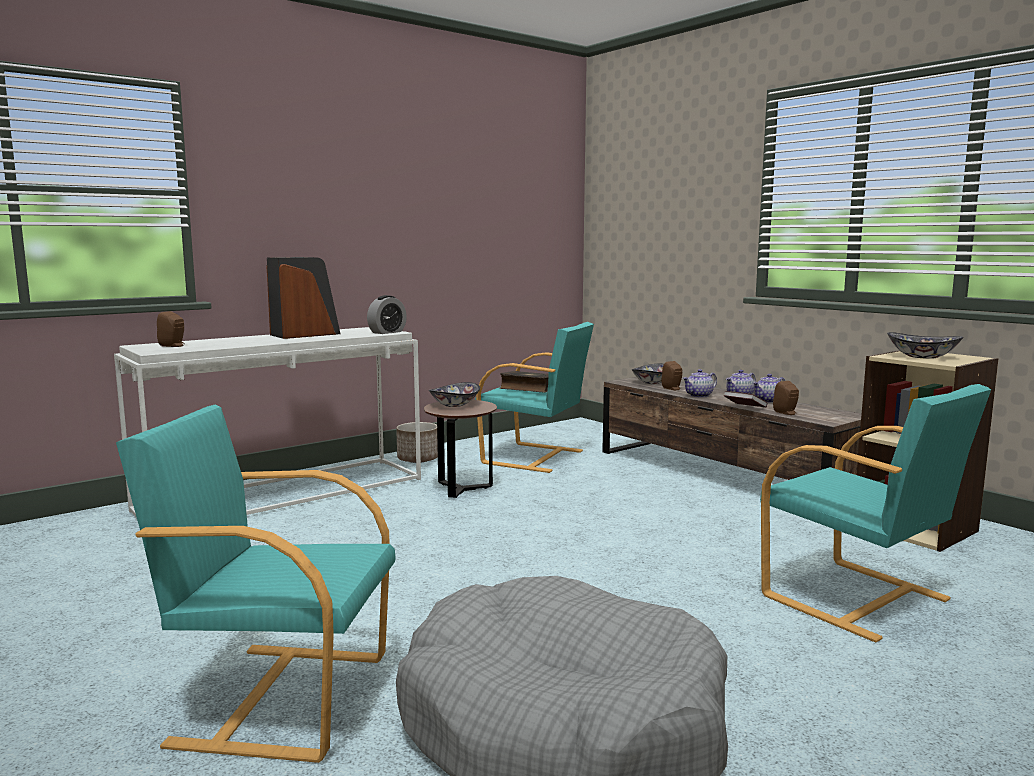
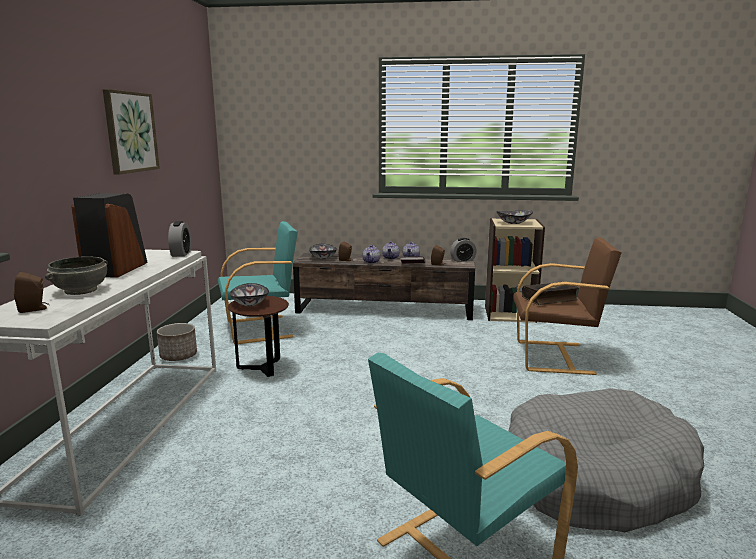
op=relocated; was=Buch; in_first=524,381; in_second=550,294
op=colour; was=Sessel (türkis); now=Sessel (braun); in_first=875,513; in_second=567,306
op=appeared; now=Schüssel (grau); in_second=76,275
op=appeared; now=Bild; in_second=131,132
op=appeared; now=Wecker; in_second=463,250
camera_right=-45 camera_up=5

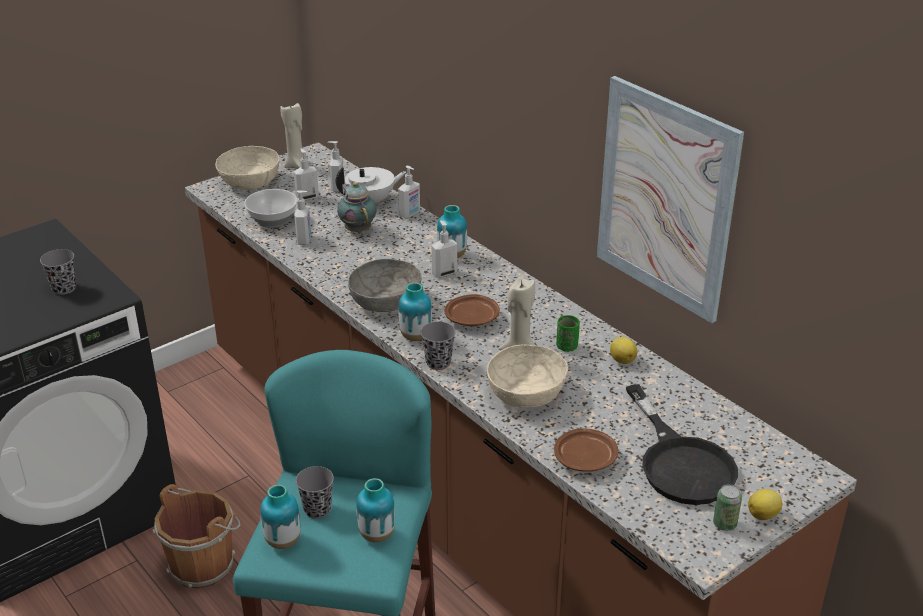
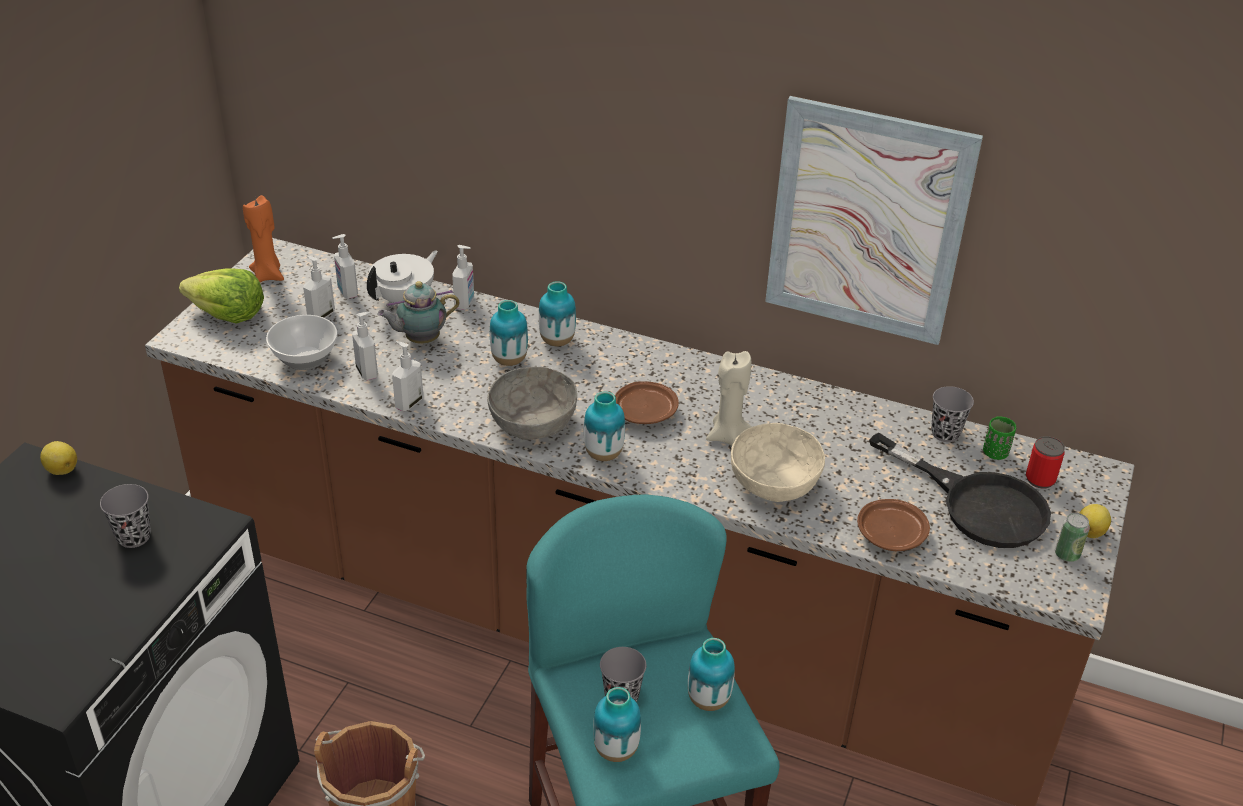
op=exchanged; was=Schüssel (beige); now=Salatkopf; in_first=247,168; in_second=221,296
op=colour; was=Kerze (beige); now=Kerze (orange); in_first=294,136; in_second=263,238
op=spun; was=Teekanne; in_first=357,207; in_second=419,312; clockwise=-60
op=relocated; was=Tasse (grau); in_first=438,346; in_second=952,414
op=relocated; was=Seifenspender; in_first=444,249; in_second=407,376
op=relocated; was=Tasse (grün); in_first=568,333; in_second=999,438
op=relocated; was=Zitrone; in_first=623,350; in_second=58,458
op=appeared; now=Vase; in_second=509,333
op=appeared; now=Dose; in_second=1045,462
camera_right=-30 camera_up=5

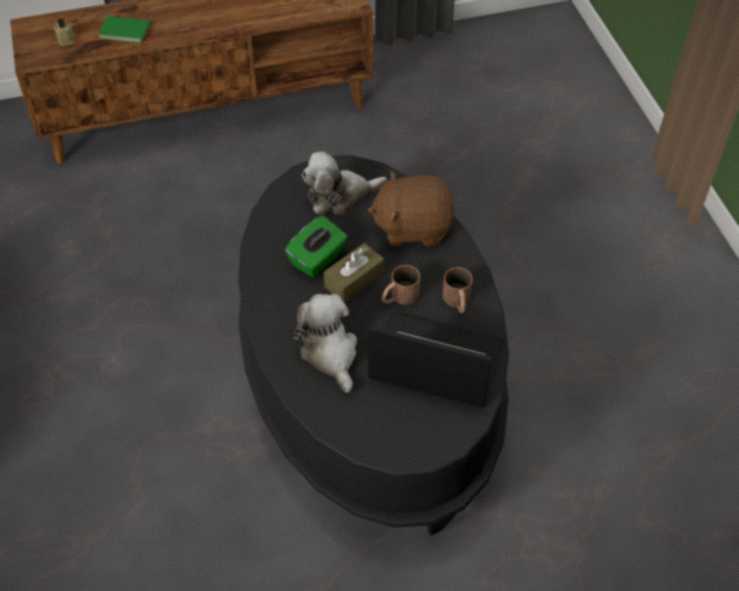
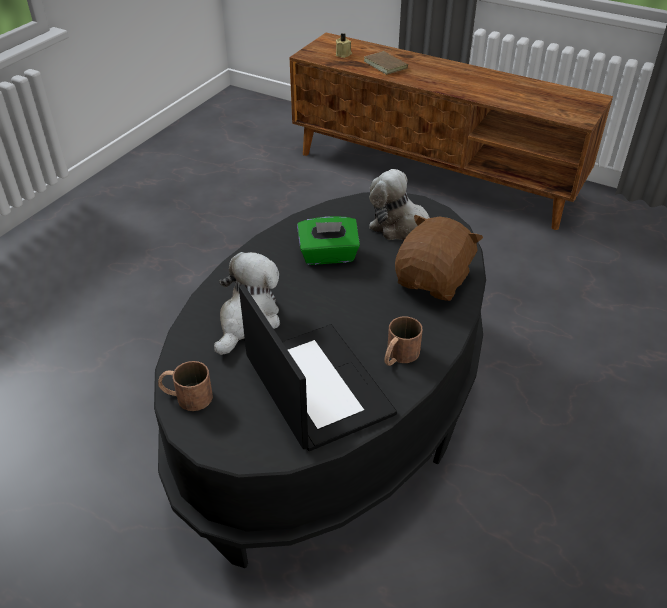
op=colour; was=Buch (grün); now=Buch (braun); in_first=124,27; in_second=386,62
op=missing; was=Taschentuchbox (braun); in_first=354,273
op=spun; was=Plüschtier (braun); in_first=411,208; in_second=439,257; clockwise=75
op=relocated; was=Henkelbecher (braun); in_first=401,285; in_second=185,386
camera_right=45 camera_up=-10

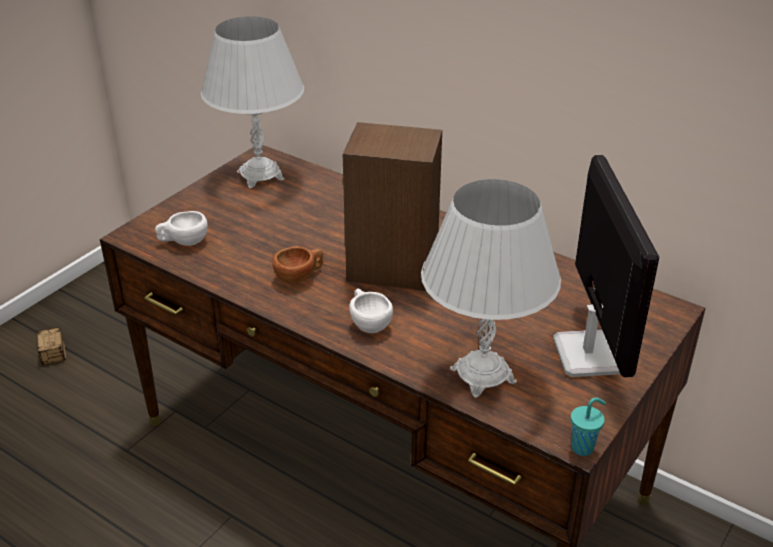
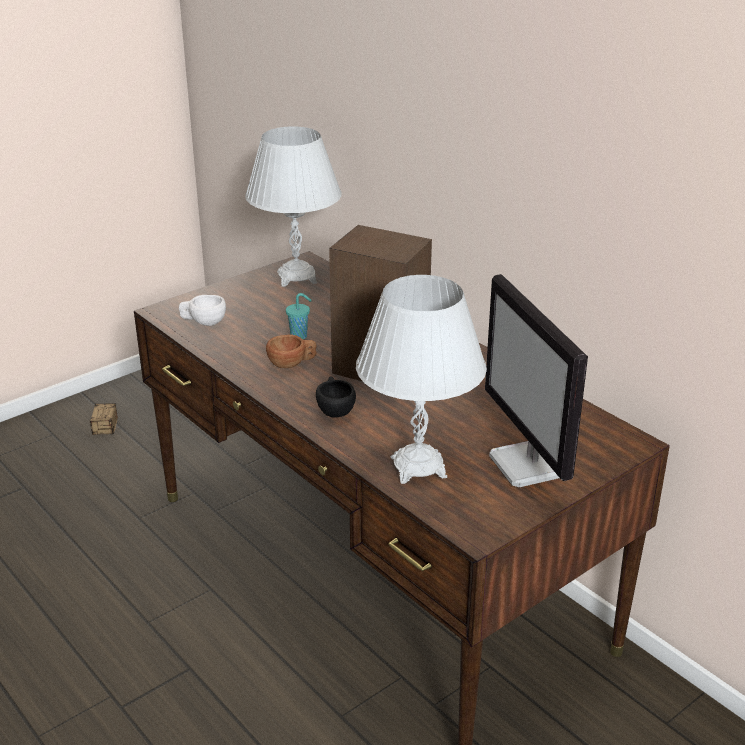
op=colour; was=Tasse (weiß); now=Tasse (schwarz); in_first=371,310; in_second=336,397
op=spun; was=Monitor; in_first=606,266; in_second=536,380; clockwise=150
op=relocated; was=Tasse (türkis); in_first=588,426; in_second=299,316
camera_right=15 camera_up=-5

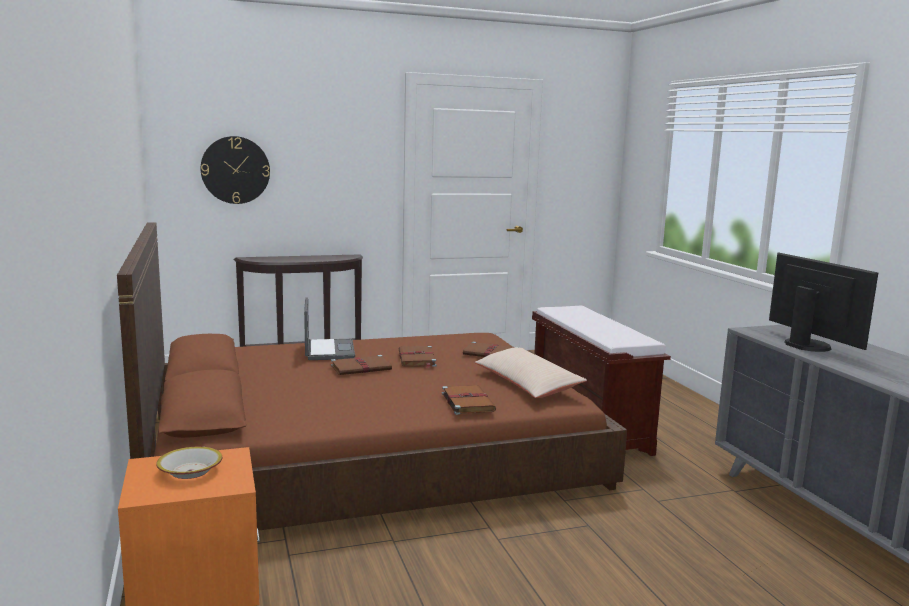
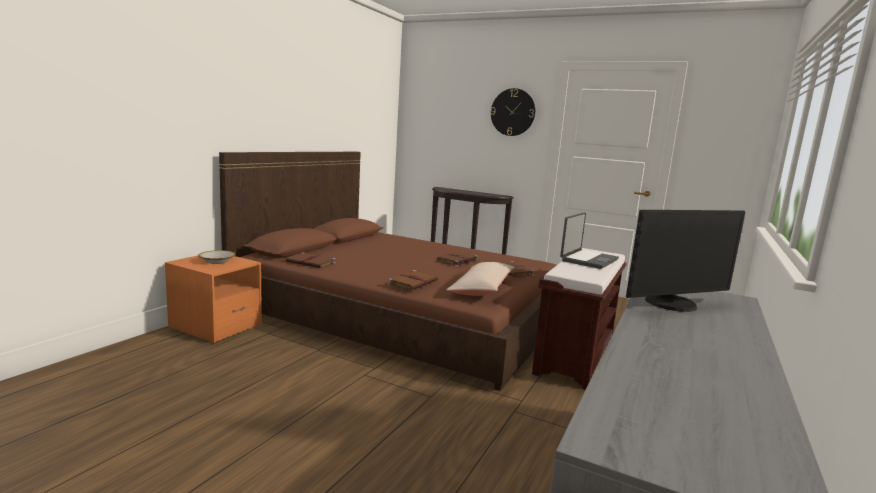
op=relocated; was=Wanduhr; in_first=235,170; in_second=513,112
op=relocated; was=Laptop; in_first=329,328; in_second=589,240
op=relocated; was=Buch (braun); in_first=361,365; in_second=311,260
op=spun; was=Monitor; in_first=823,302; in_second=685,261; clockwise=45
camera_right=45 camera_up=0

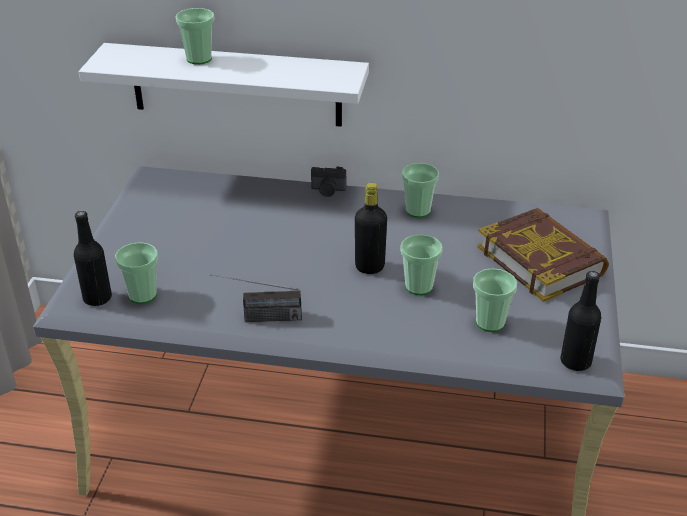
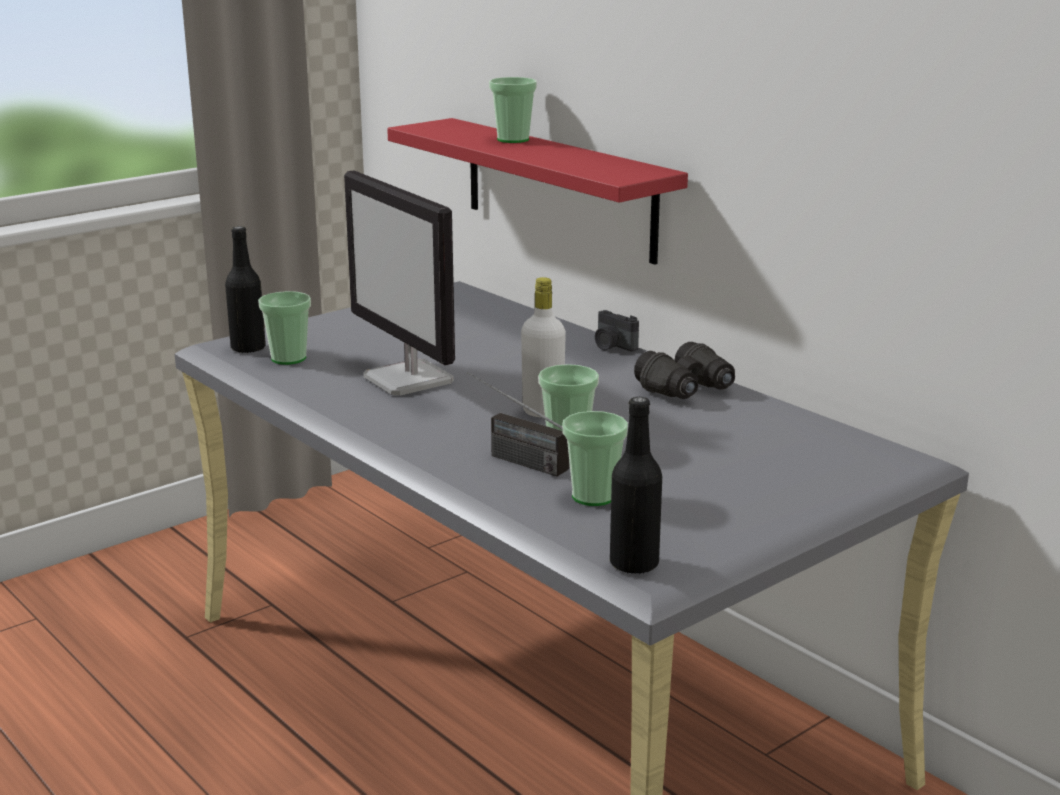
op=colour; was=Wandregal (weiß); now=Wandregal (rot); in_first=224,85; in_second=537,191
op=relocated; was=Radio; in_first=256,298; in_second=518,424
op=colour; was=Flasche (schwarz); now=Flasche (weiß); in_first=371,228; in_second=543,347
op=exchanged; was=Tasse; now=Fernglas (schwarz); in_first=420,190; in_second=684,370
op=missing; was=Buch; in_first=543,255
op=appeared; now=Monitor; in_second=399,283
camera_right=40 camera_up=-15

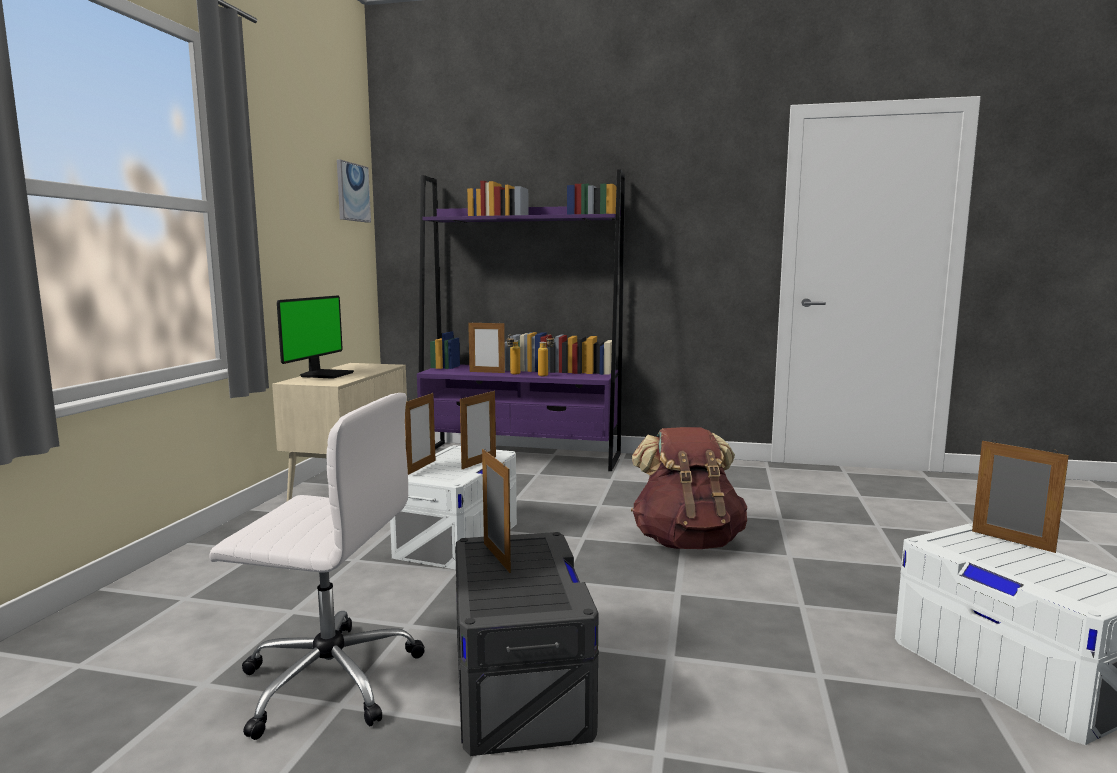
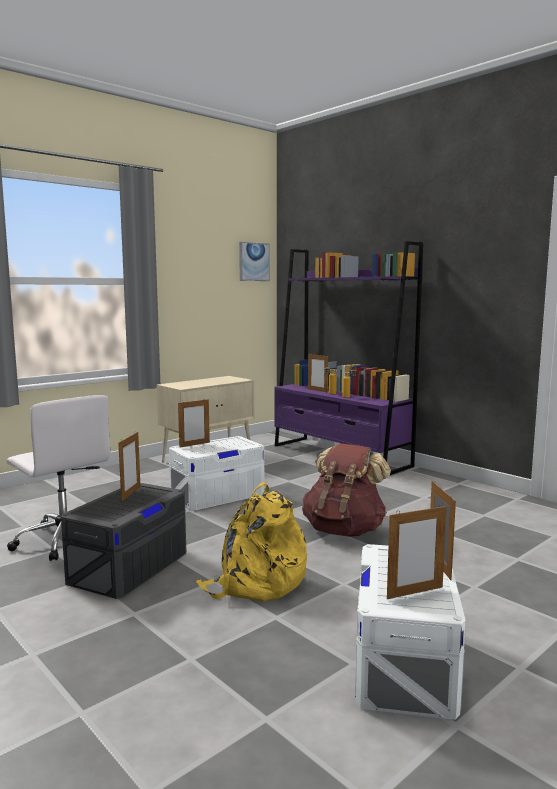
op=missing; was=Monitor; in_first=315,337
op=relocated; was=Bilderrahmen; in_first=478,429; in_second=417,551
op=appeared; now=Rucksack (gelb); in_second=251,542
camera_right=35 camera_up=0

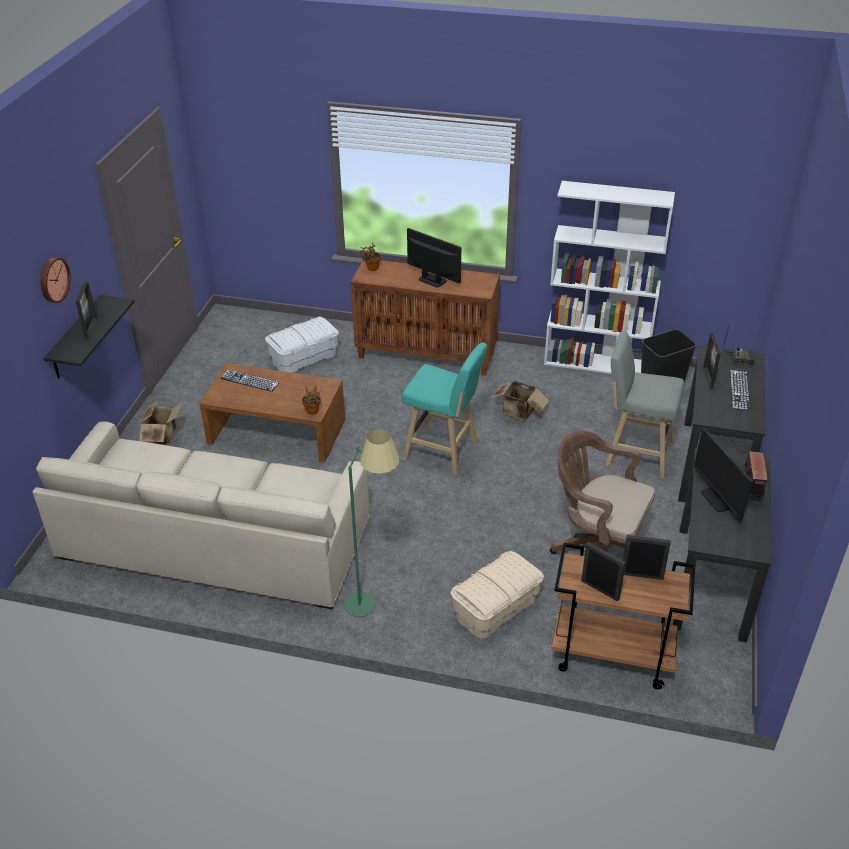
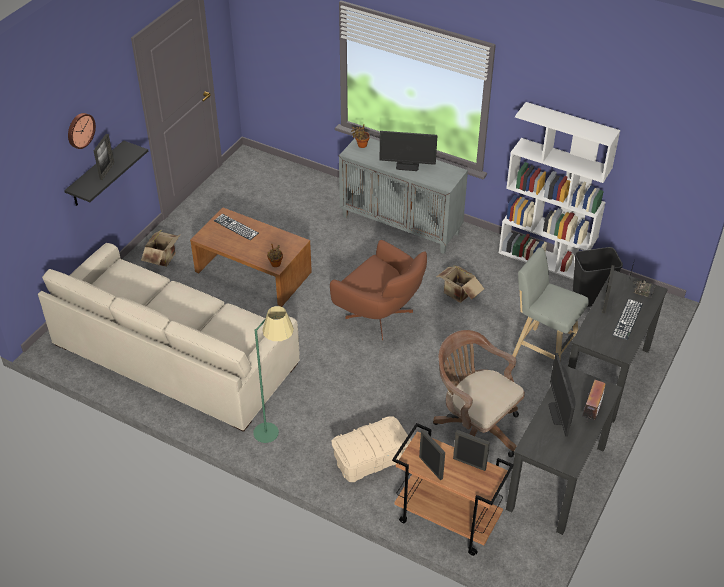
op=missing; was=Aufbewahrungsbox (weiß); in_first=302,345
op=colour; was=Schrank (braun); now=Schrank (grau); in_first=425,317; in_second=403,196
op=exchanged; was=Hocker (türkis); now=Sessel (braun); in_first=444,408; in_second=378,290
op=spun; was=Monitor; in_first=434,257; in_second=408,151; clockwise=135
camera_right=15 camera_up=5

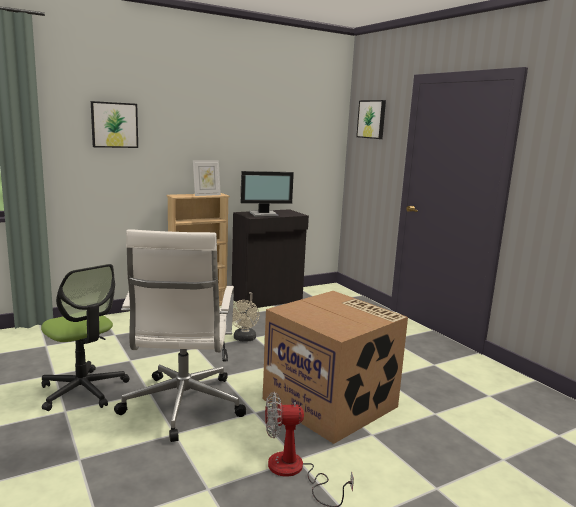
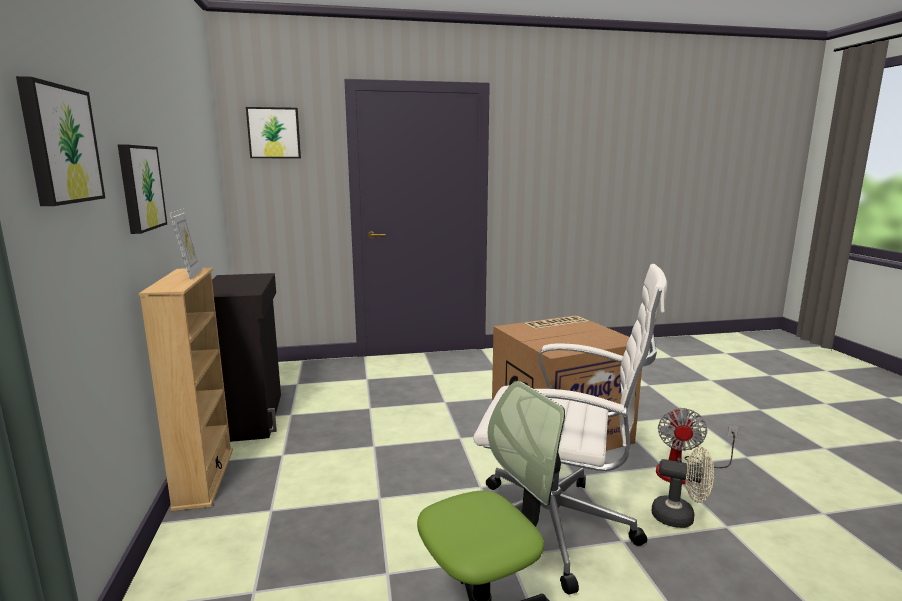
op=relocated; was=Ventilator (beige); in_first=245,321; in_second=683,487
op=missing; was=Monitor; in_first=267,194
op=appeared; now=Bild; in_second=142,189
camera_right=-70 camera_up=0

